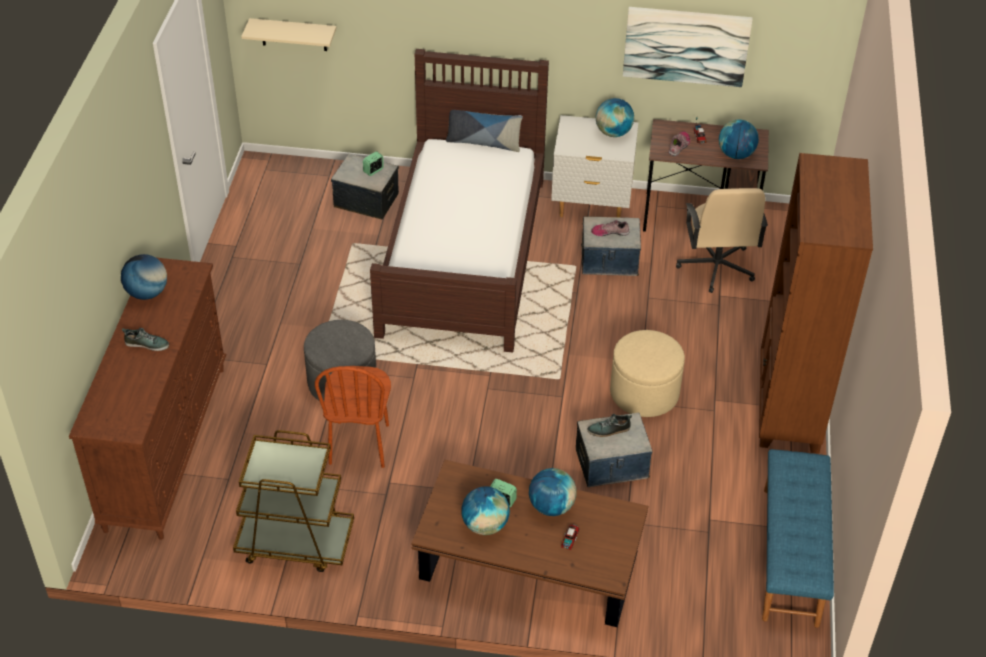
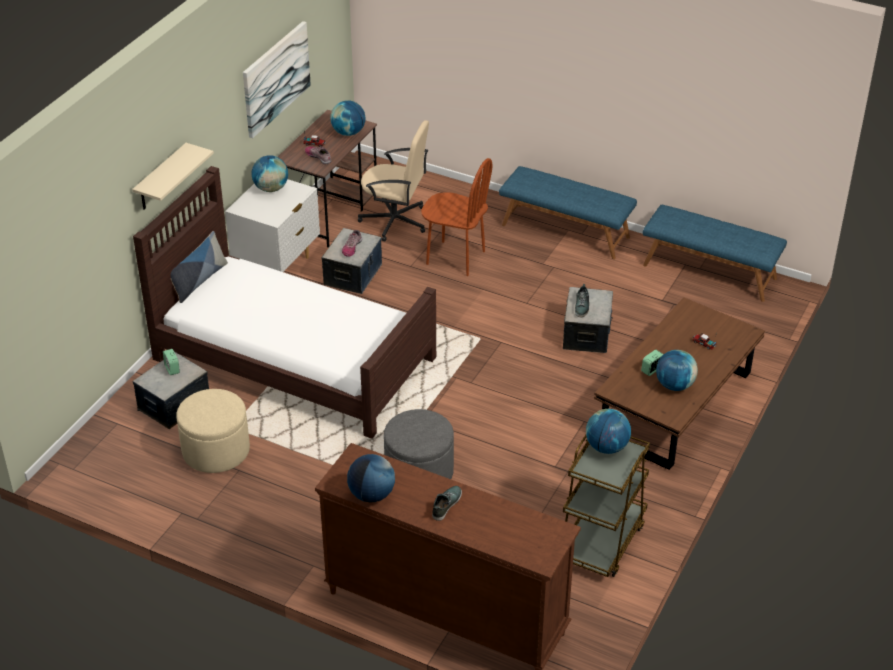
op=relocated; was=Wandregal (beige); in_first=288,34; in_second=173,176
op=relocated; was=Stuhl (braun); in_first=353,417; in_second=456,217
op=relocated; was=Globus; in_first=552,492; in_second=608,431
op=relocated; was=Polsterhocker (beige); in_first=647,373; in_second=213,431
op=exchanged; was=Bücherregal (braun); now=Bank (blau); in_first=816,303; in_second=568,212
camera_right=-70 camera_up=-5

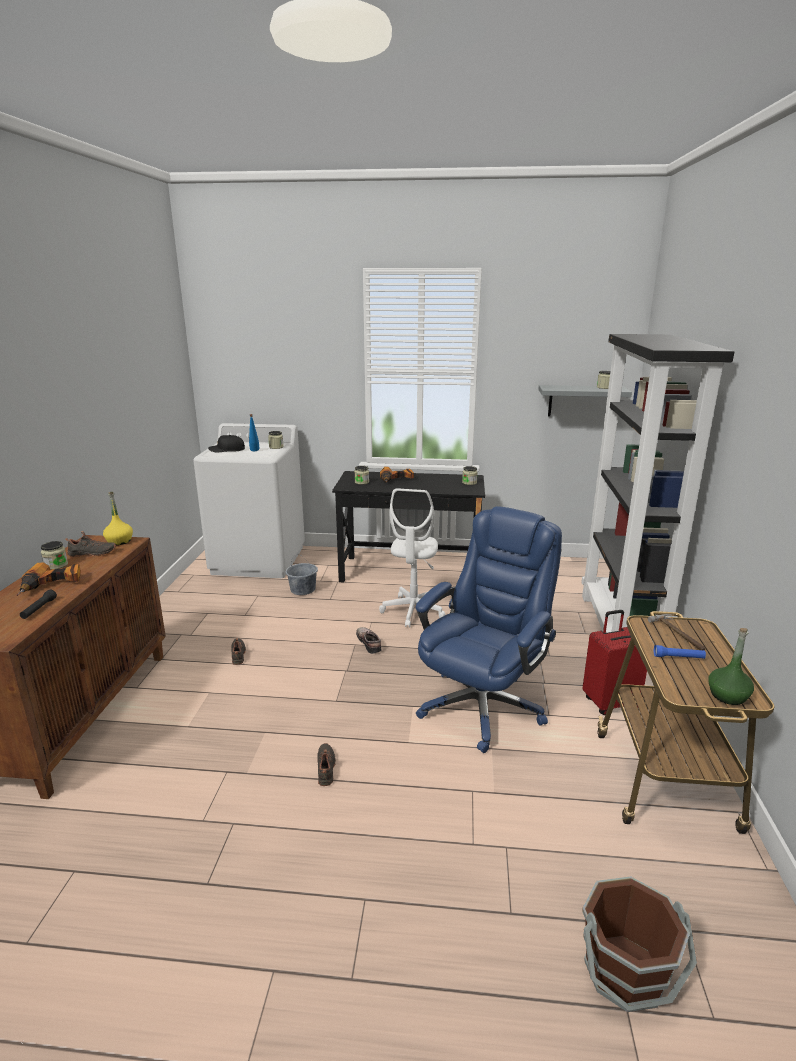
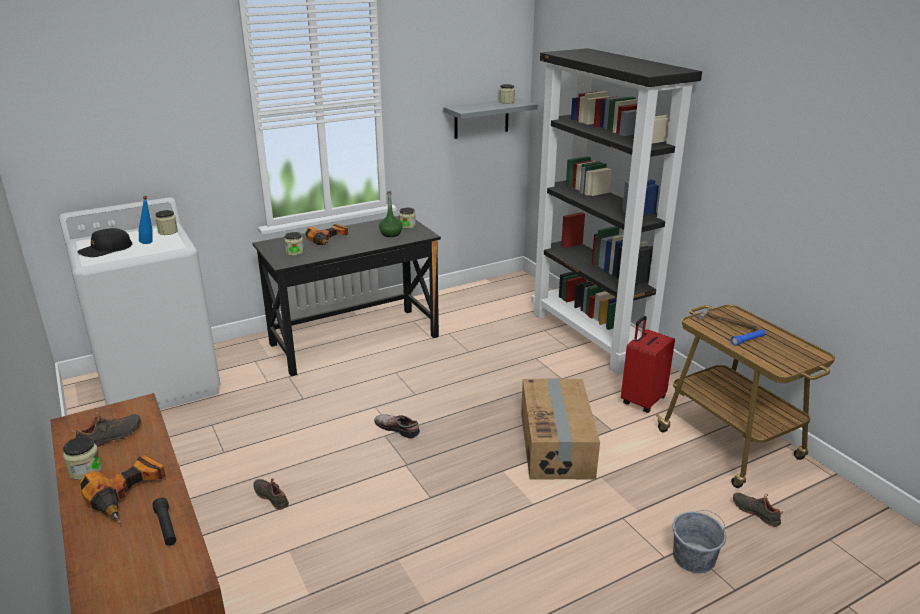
op=missing; was=Flasche (gelb); in_first=118,518
op=relocated; was=Eimer (grau); in_first=302,575; in_second=699,541
op=relocated; was=Schuh (schwarz); in_first=326,764; in_second=758,510
op=missing; was=Bürostuhl (weiß); in_first=412,558
op=exchanged; was=Bürostuhl (blau); now=Karton; in_first=489,629; in_second=560,428
op=missing; was=Eimer (braun); in_first=639,944
op=relocated; was=Flasche (grün); in_first=731,666; in_second=391,214
camera_right=-35 camera_up=5

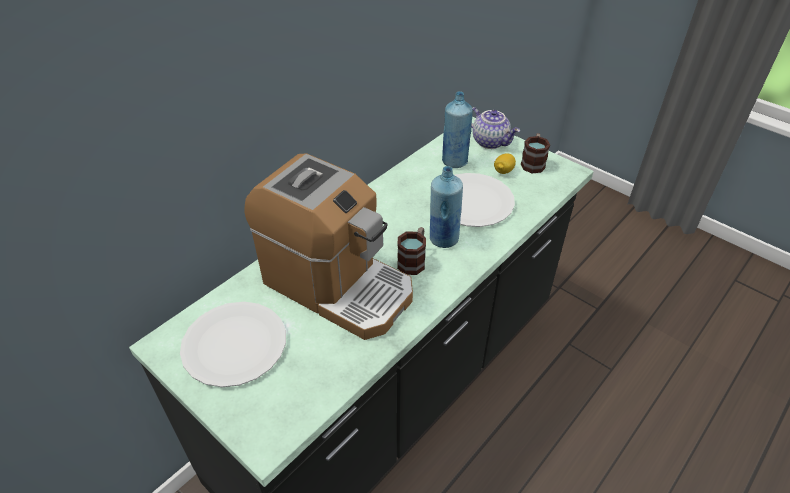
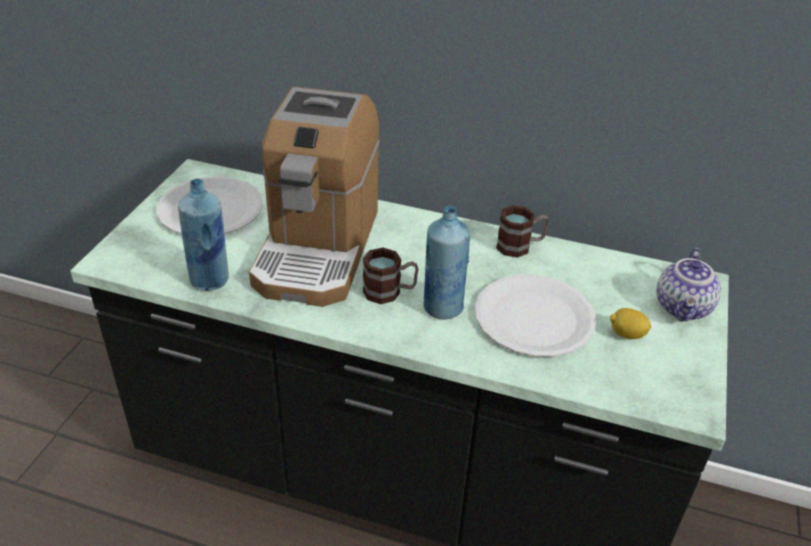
op=relocated; was=Flasche (blau); in_first=457,129; in_second=203,235
op=relocated; was=Henkelbecher; in_first=535,153; in_second=522,231
camera_right=65 camera_up=-5

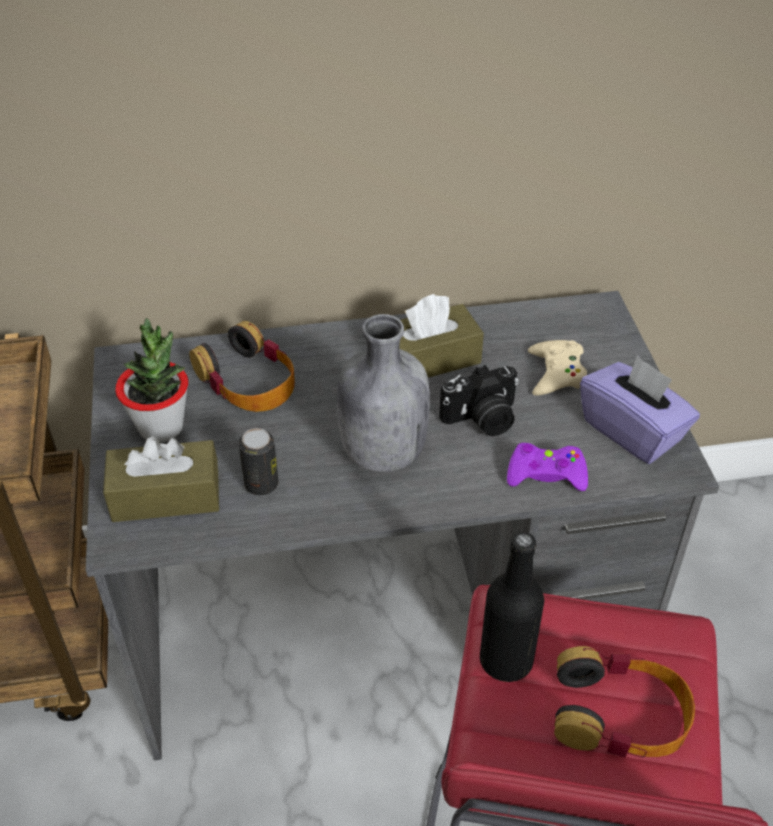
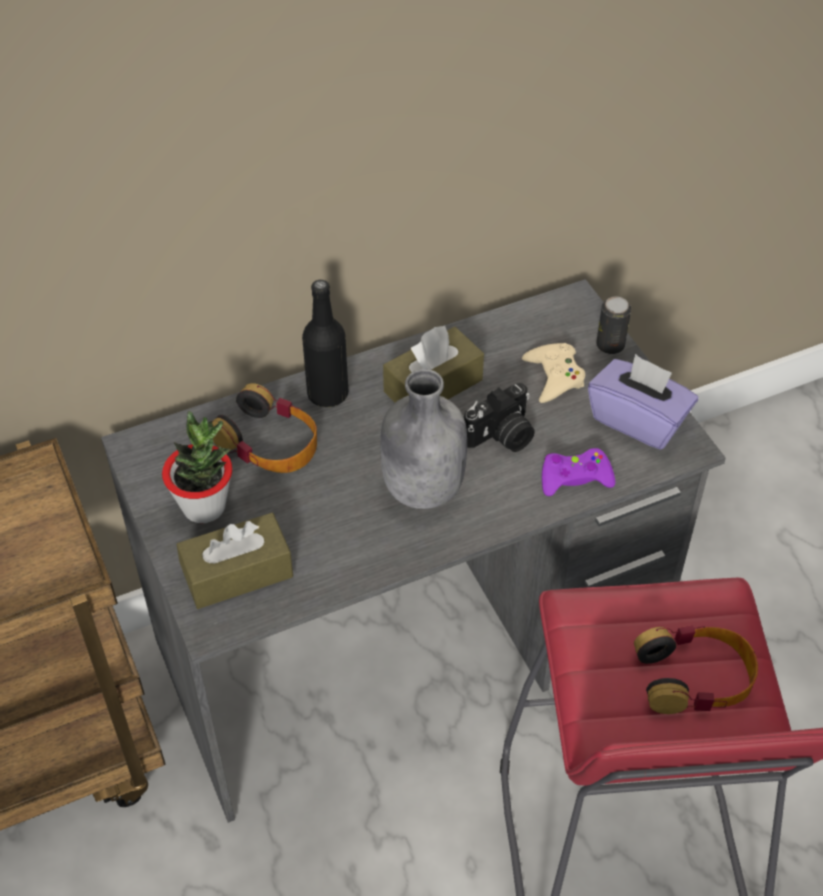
op=relocated; was=Dose; in_first=258,462; in_second=613,325
op=relocated; was=Flasche (schwarz); in_first=512,607; in_second=325,343
camera_right=-15 camera_up=5

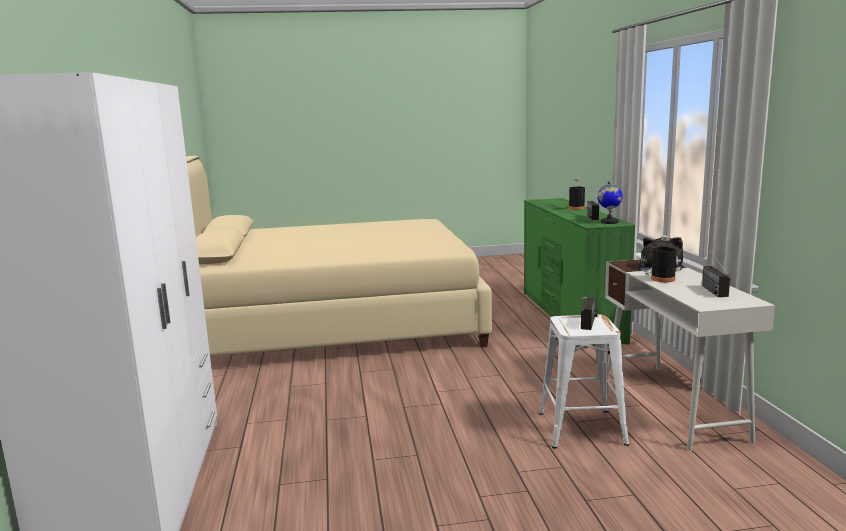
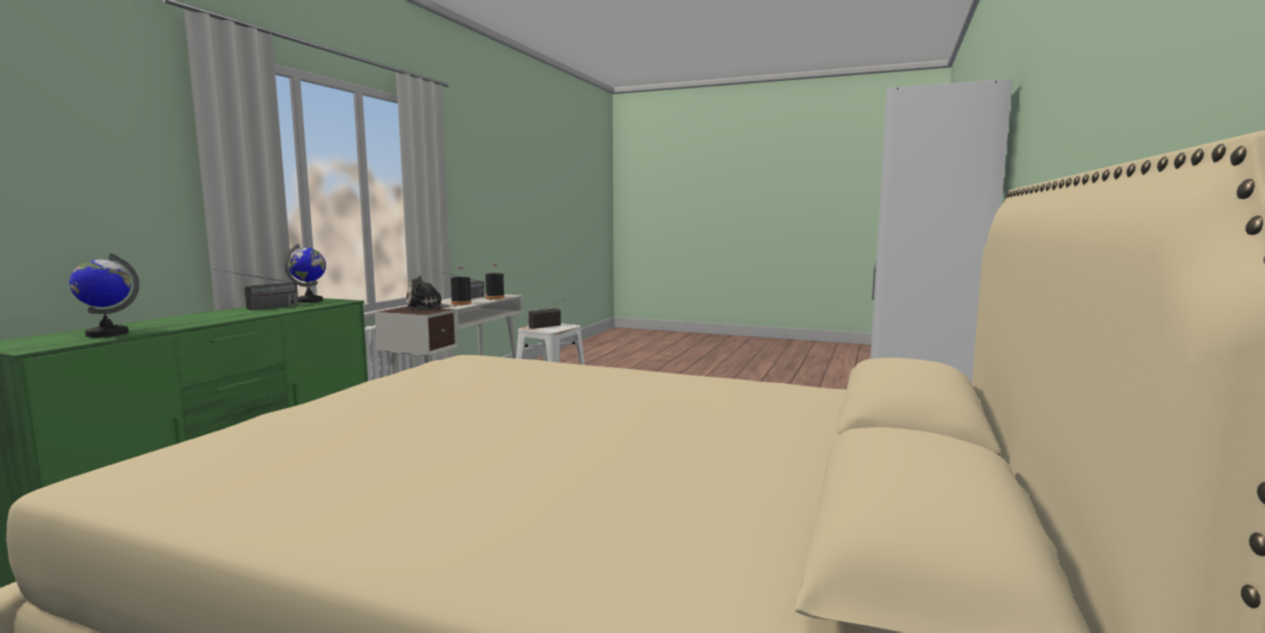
op=relocated; was=Flasche (schwarz); in_first=577,194; in_second=494,281
op=appeared; now=Globus; in_second=104,295
camera_right=-150 camera_up=-5

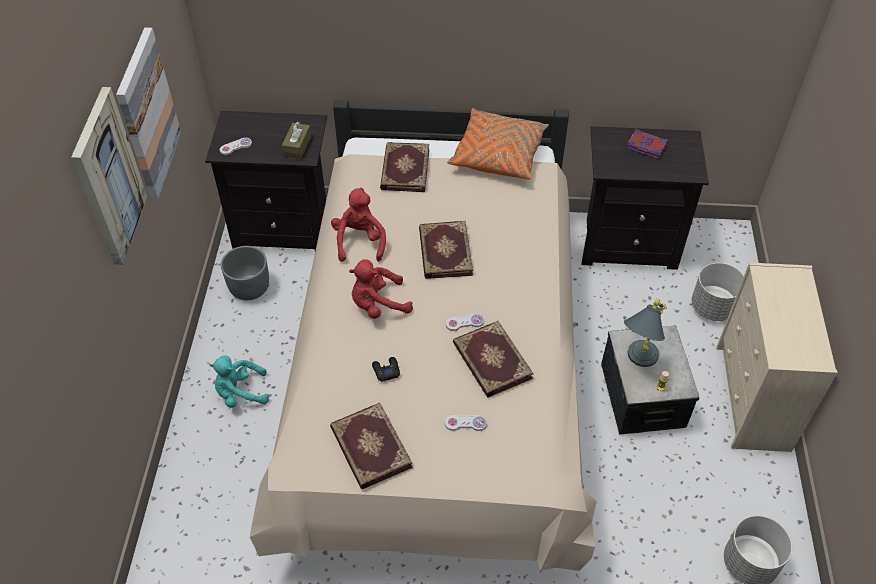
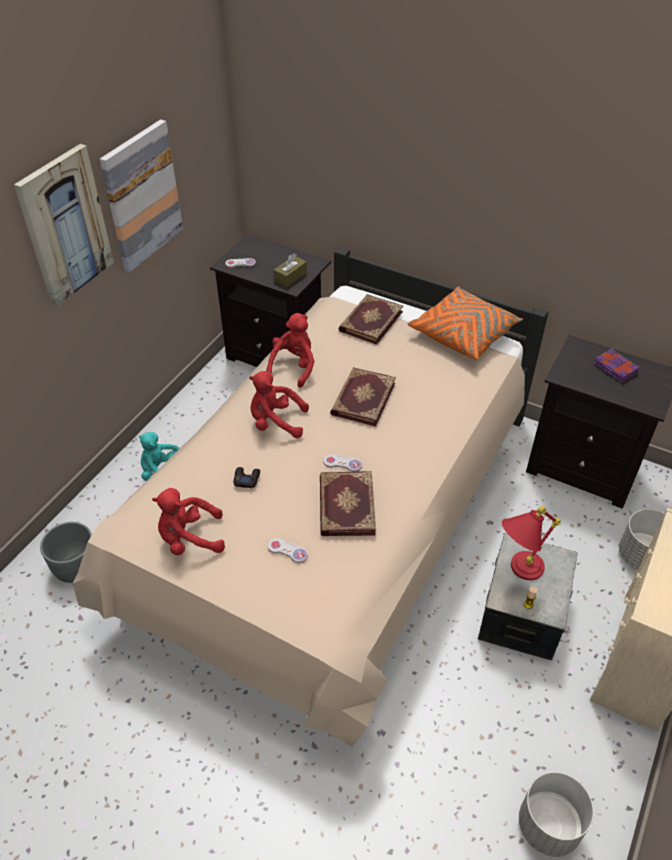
op=relocated; was=Pflanzkübel (grau); in_first=245,273; in_second=66,552
op=exchanged; was=Buch; now=Plüschtier (rot); in_first=371,446; in_second=188,521
op=colour; was=Tischlampe (grau); now=Tischlampe (rot); in_first=645,333; in_second=531,543
camera_right=25 camera_up=-5

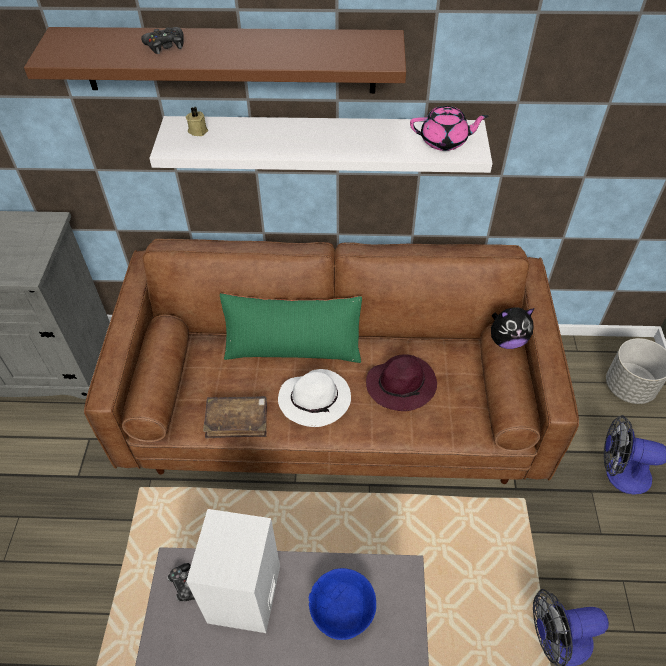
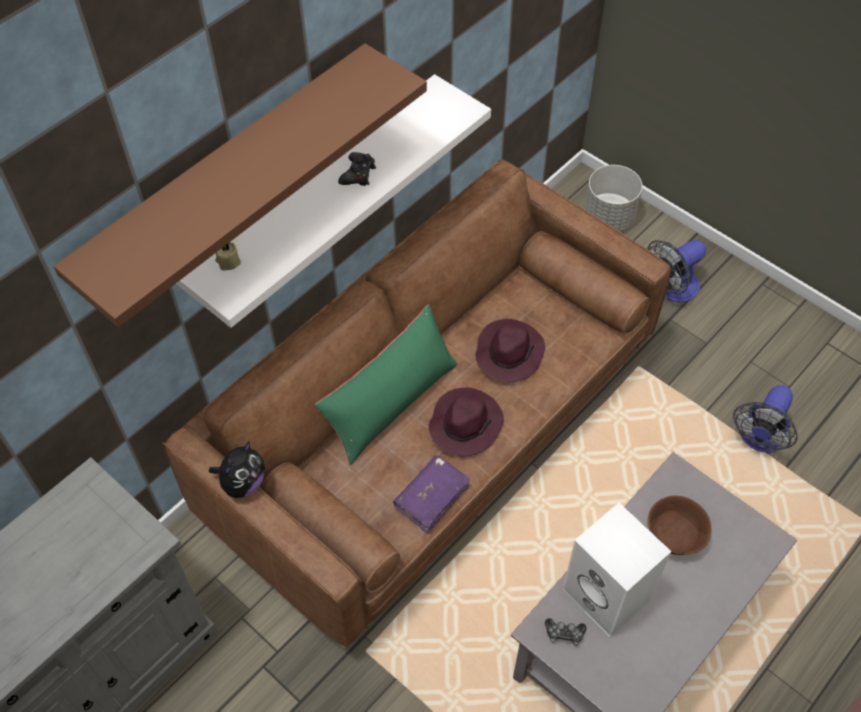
op=relocated; was=Gamepad (schwarz); in_first=162,40; in_second=357,169
op=colour; was=Buch (braun); now=Buch (lila); in_first=235,417; in_second=432,494
op=colour; was=Hut (weiß); now=Hut (lila); in_first=314,398; in_second=466,422
op=colour; was=Schüssel (blau); now=Schüssel (braun); in_first=342,604; in_second=679,525
op=missing; was=Teekanne (rosa); in_first=449,128
op=relocated; was=Plüschtier; in_first=512,328; in_second=237,469
camera_right=-50 camera_up=5

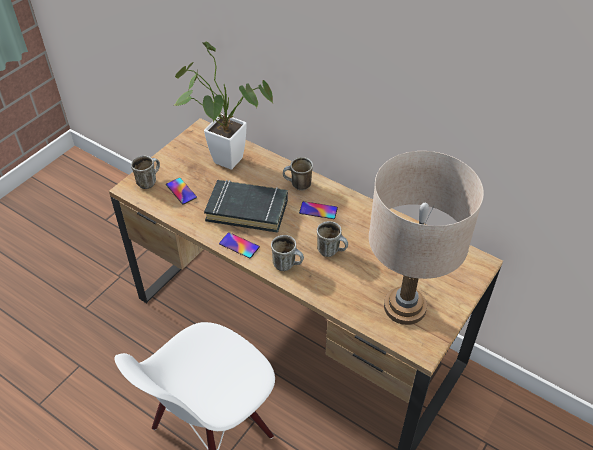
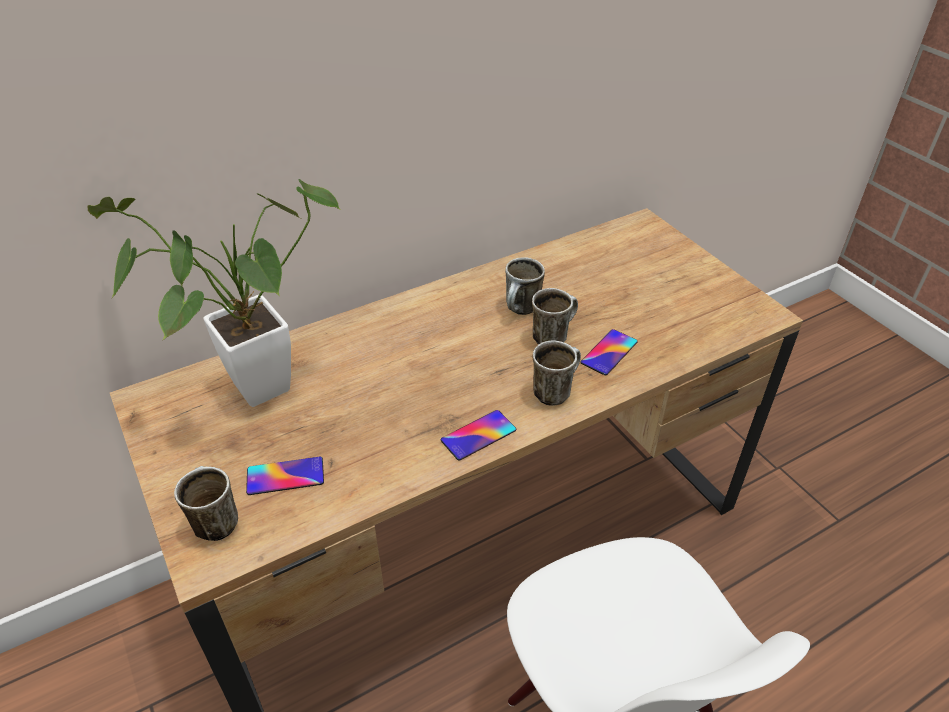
op=missing; was=Buch (schwarz); in_first=246,206
op=relocated; was=Henkelbecher; in_first=298,173; in_second=525,286
op=relocated; was=Handy; in_first=318,210; in_second=609,352
op=missing; was=Tischlampe (beige); in_first=426,238
camera_right=-65 camera_up=-5

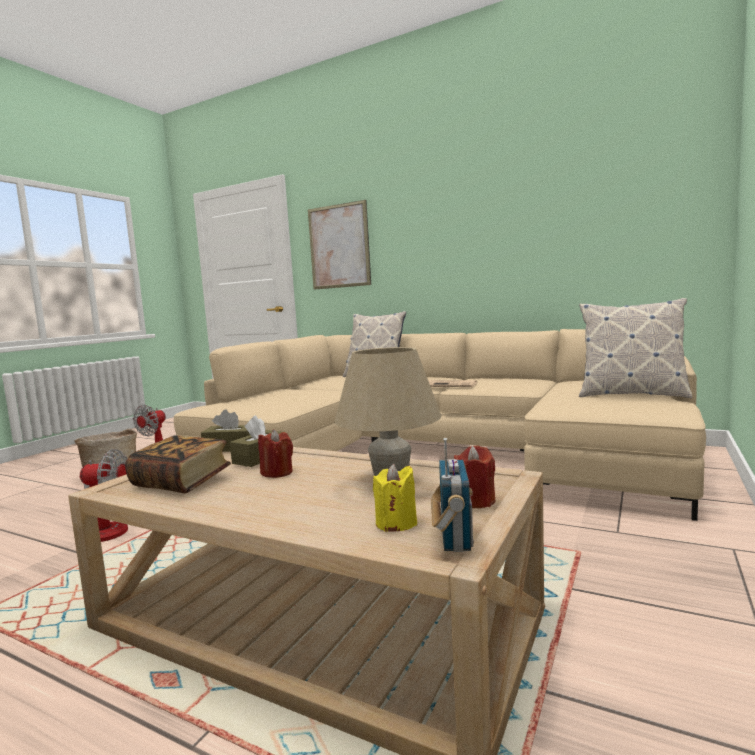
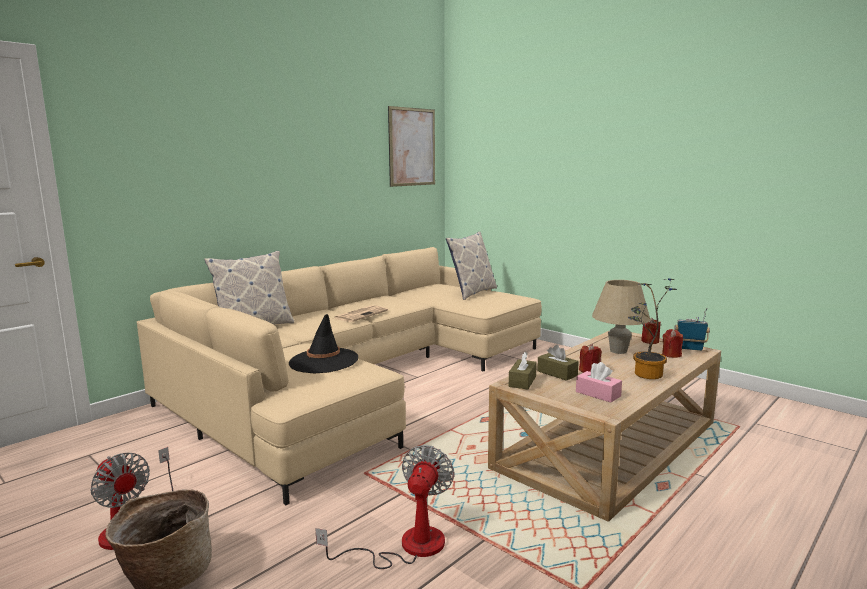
op=exchanged; was=Buch; now=Taschentuchbox (rosa); in_first=178,464; in_second=599,382
op=relocated; was=Bild; in_first=339,245; in_second=411,146
op=colour; was=Kerze (gelb); now=Kerze (rot); in_first=395,498; in_second=672,343
op=appeared; now=Hut (schwarz); in_second=323,344
op=appeared; now=Topfpflanze; in_second=652,328
camera_right=-75 camera_up=5

